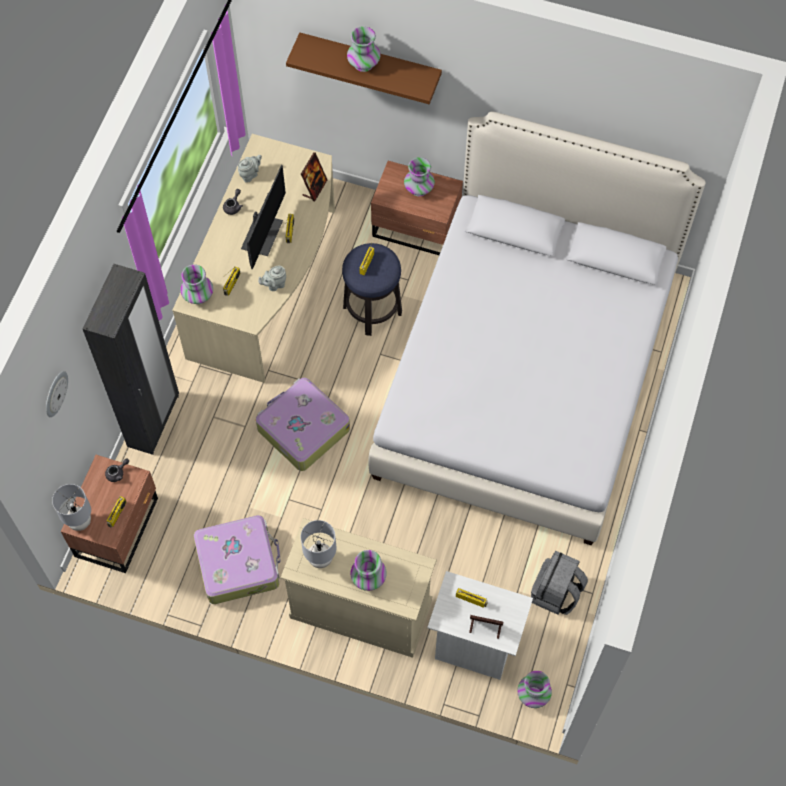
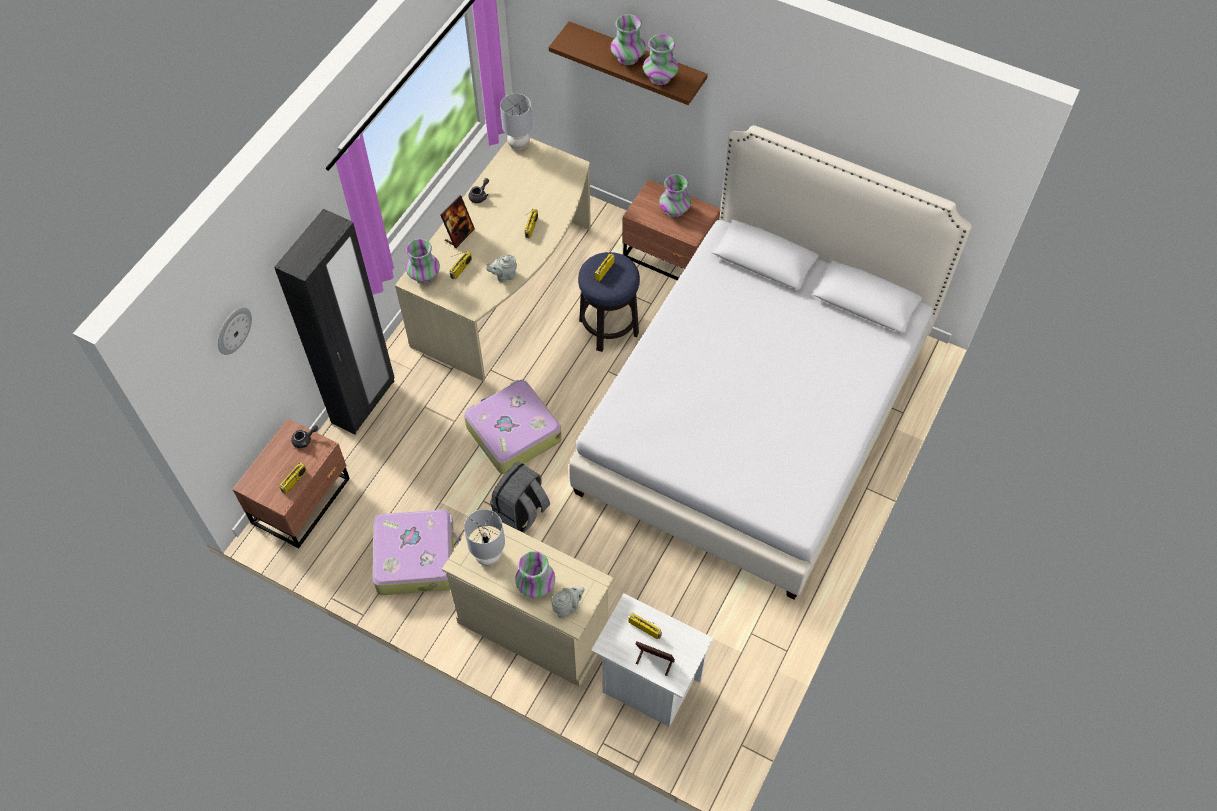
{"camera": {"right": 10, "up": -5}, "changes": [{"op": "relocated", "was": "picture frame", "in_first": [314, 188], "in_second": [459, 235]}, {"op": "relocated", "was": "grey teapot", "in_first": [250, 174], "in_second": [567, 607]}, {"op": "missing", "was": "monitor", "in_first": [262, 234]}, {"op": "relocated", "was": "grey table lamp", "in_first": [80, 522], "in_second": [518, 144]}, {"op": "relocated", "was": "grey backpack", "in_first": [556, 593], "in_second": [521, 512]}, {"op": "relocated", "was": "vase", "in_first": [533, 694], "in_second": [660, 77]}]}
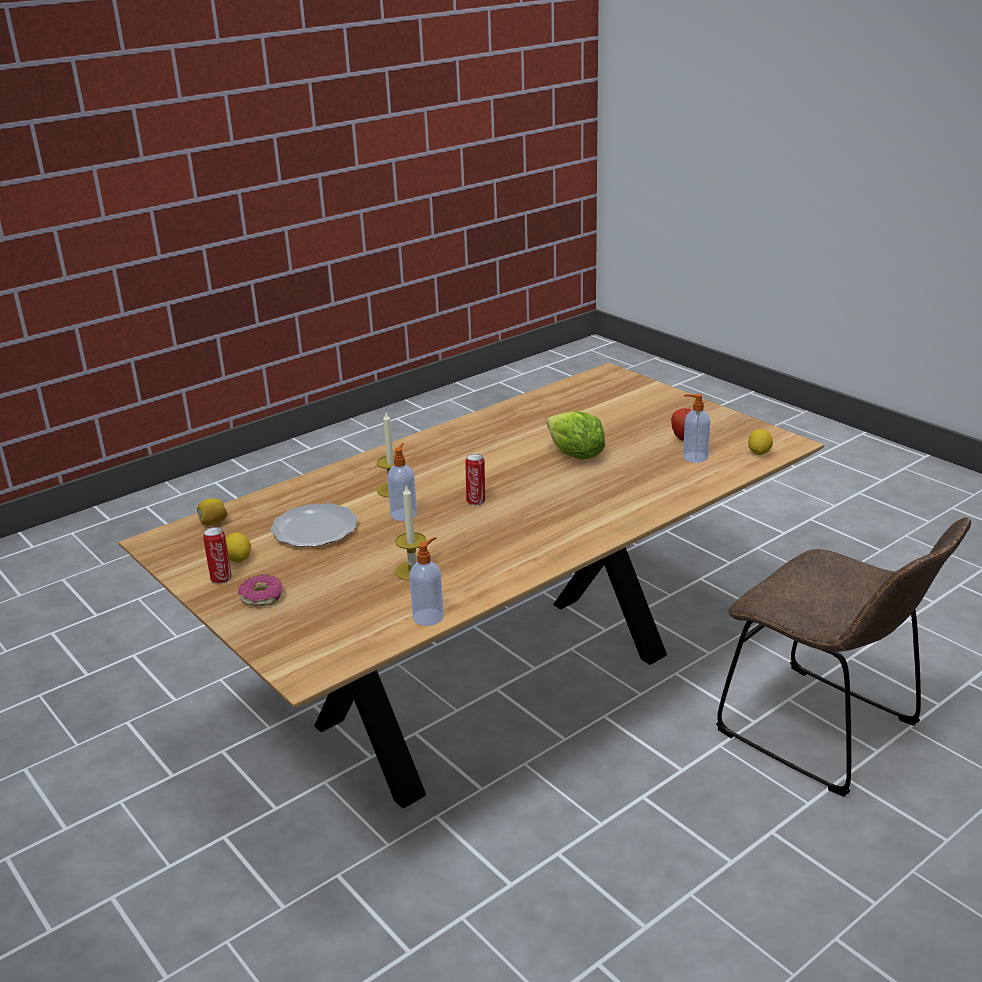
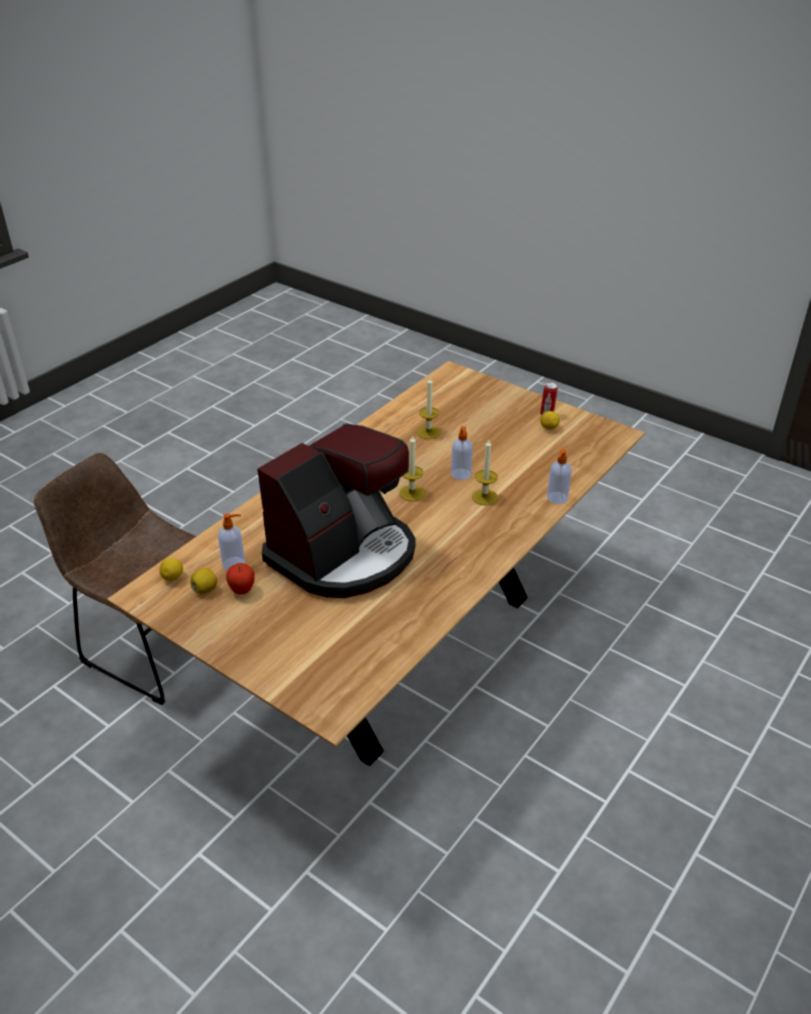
{"camera": {"right": 165, "up": 10}, "changes": [{"op": "exchanged", "was": "lettuce", "now": "coffee machine", "in_first": [575, 455], "in_second": [344, 554]}, {"op": "exchanged", "was": "can", "now": "candle", "in_first": [476, 501], "in_second": [412, 493]}, {"op": "relocated", "was": "lemon", "in_first": [213, 523], "in_second": [205, 589]}, {"op": "missing", "was": "plate", "in_first": [315, 529]}, {"op": "relocated", "was": "soap dispenser", "in_first": [429, 616], "in_second": [557, 498]}, {"op": "missing", "was": "donut", "in_first": [262, 597]}]}
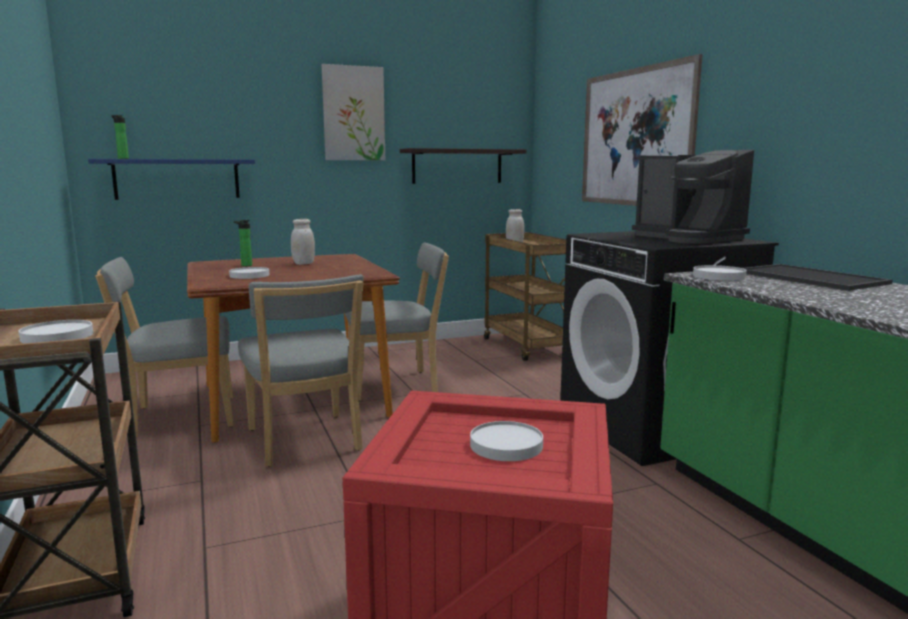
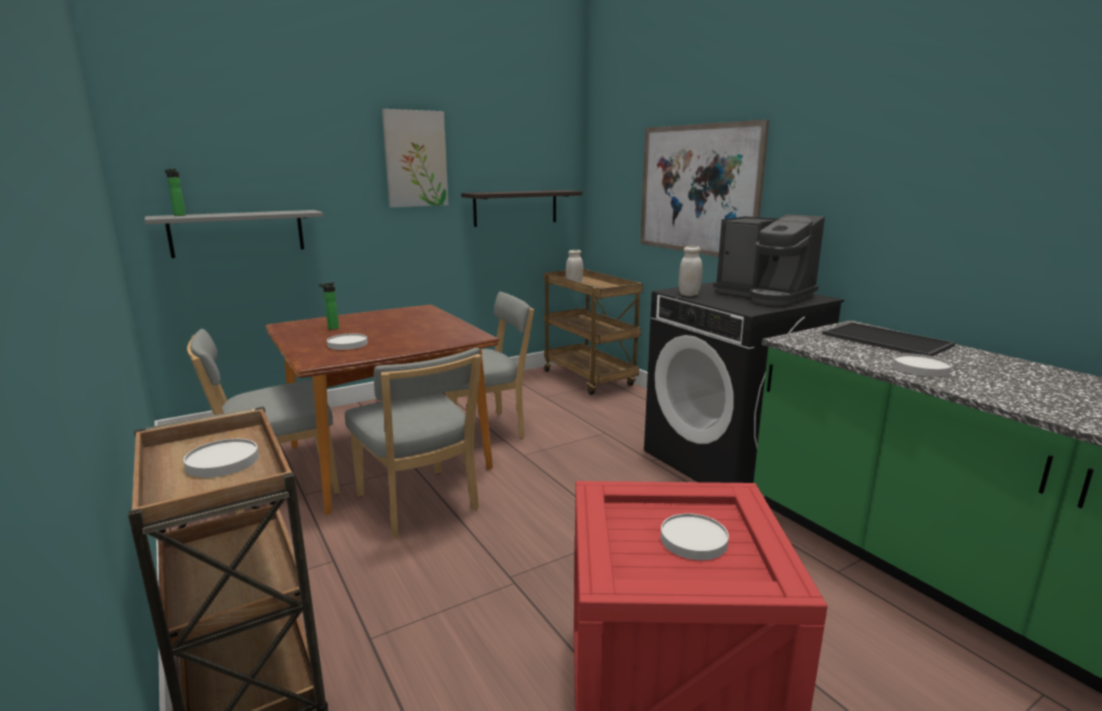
{"camera": {"right": -10, "up": 5}, "changes": [{"op": "colour", "was": "blue shelf", "now": "grey shelf", "in_first": [177, 179], "in_second": [237, 233]}, {"op": "relocated", "was": "white jar", "in_first": [303, 263], "in_second": [689, 294]}, {"op": "relocated", "was": "white plate", "in_first": [719, 276], "in_second": [921, 368]}]}
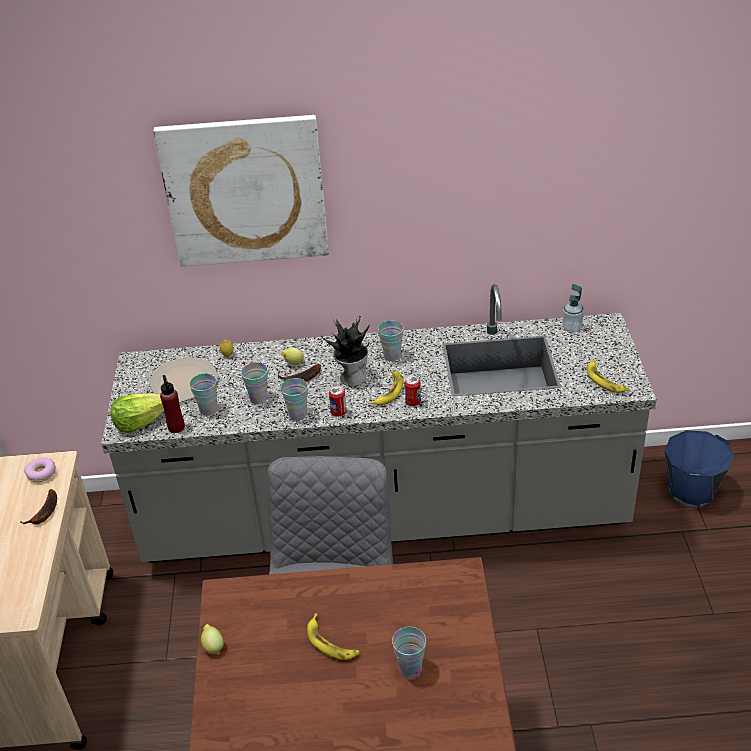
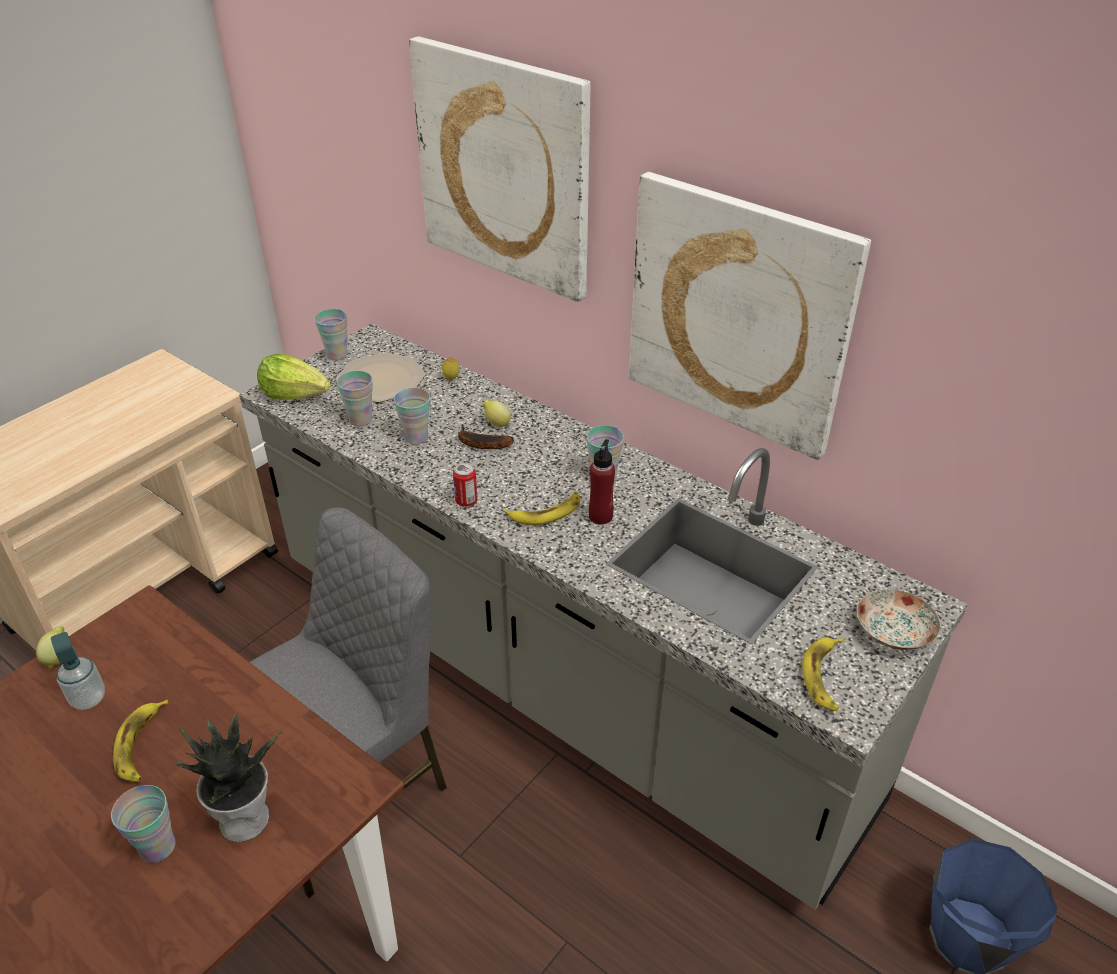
{"camera": {"right": 40, "up": 0}, "changes": [{"op": "relocated", "was": "soap dispenser", "in_first": [571, 328], "in_second": [88, 698]}, {"op": "relocated", "was": "potted plant", "in_first": [352, 377], "in_second": [245, 817]}, {"op": "relocated", "was": "red bottle", "in_first": [176, 427], "in_second": [600, 516]}, {"op": "missing", "was": "can", "in_first": [413, 402]}, {"op": "relocated", "was": "cup", "in_first": [297, 415], "in_second": [337, 355]}, {"op": "missing", "was": "donut", "in_first": [42, 474]}, {"op": "missing", "was": "banana", "in_first": [45, 513]}, {"op": "appeared", "now": "picture", "in_second": [738, 314]}, {"op": "appeared", "now": "plate", "in_second": [893, 632]}]}
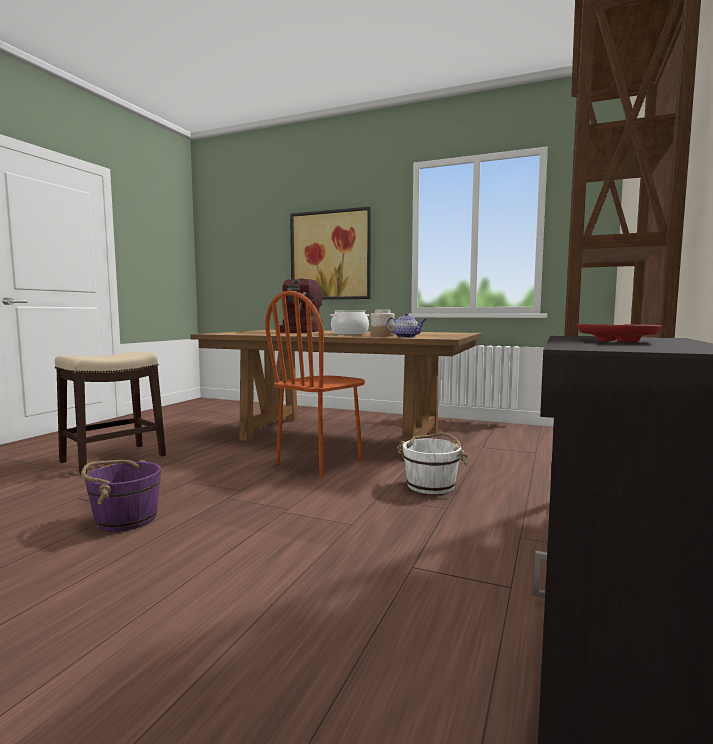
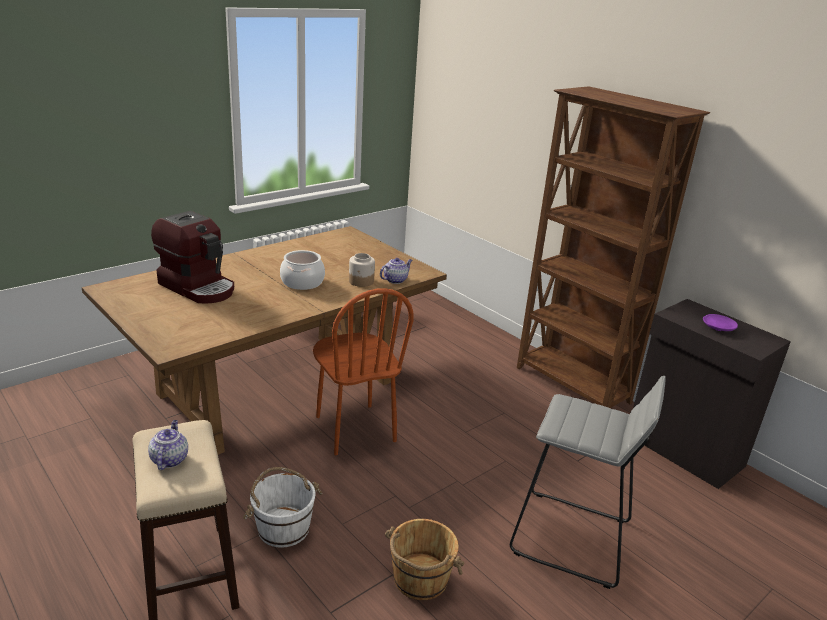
{"camera": {"right": -65, "up": 20}, "changes": [{"op": "missing", "was": "picture", "in_first": [330, 255]}, {"op": "colour", "was": "red plate", "now": "purple plate", "in_first": [617, 341], "in_second": [718, 327]}, {"op": "relocated", "was": "white bucket", "in_first": [431, 485], "in_second": [283, 527]}, {"op": "colour", "was": "purple bucket", "now": "brown bucket", "in_first": [125, 519], "in_second": [420, 579]}, {"op": "appeared", "now": "grey stool", "in_second": [571, 538]}, {"op": "appeared", "now": "teapot", "in_second": [169, 459]}]}
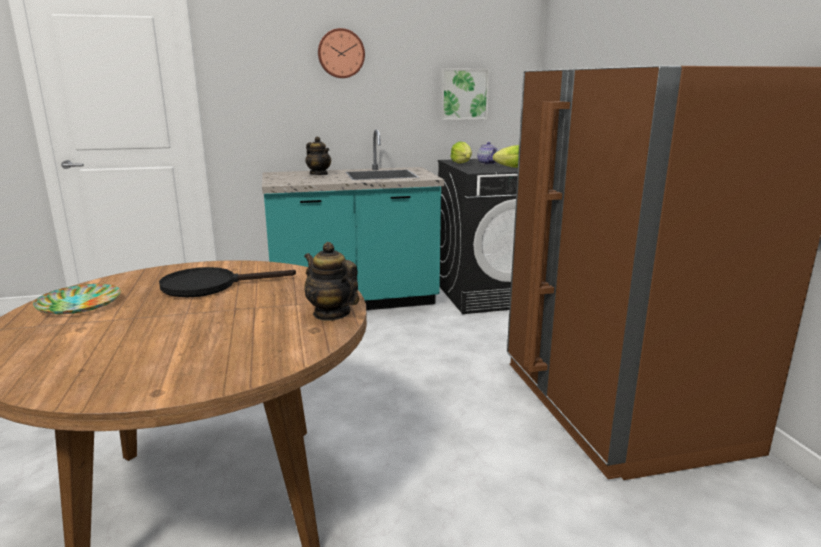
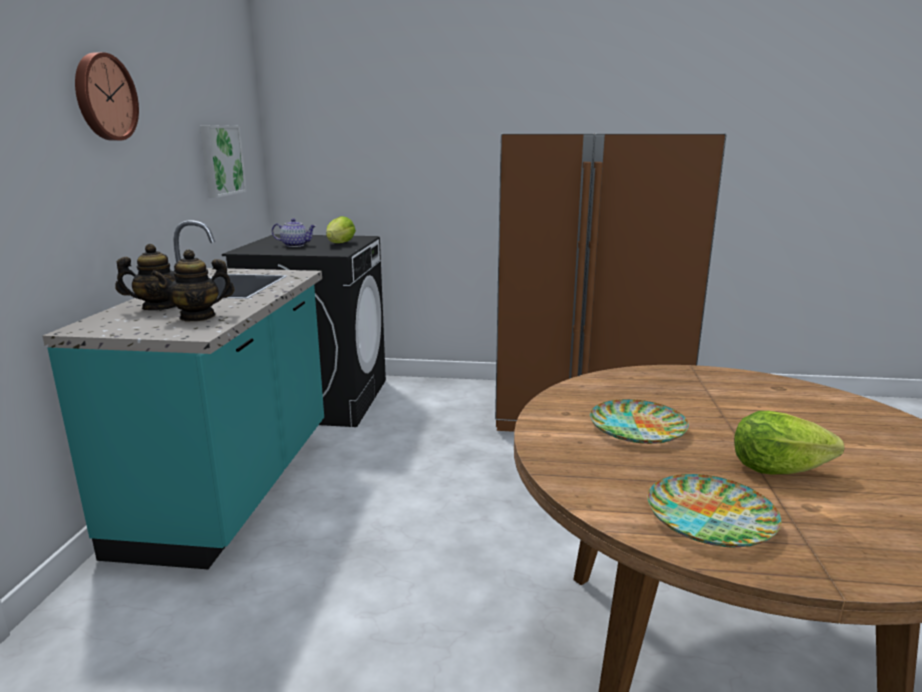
{"camera": {"right": -70, "up": 0}, "changes": [{"op": "relocated", "was": "lettuce", "in_first": [462, 163], "in_second": [776, 469]}, {"op": "relocated", "was": "teapot", "in_first": [331, 314], "in_second": [198, 316]}, {"op": "exchanged", "was": "black frying pan", "now": "plate", "in_first": [210, 286], "in_second": [636, 428]}]}
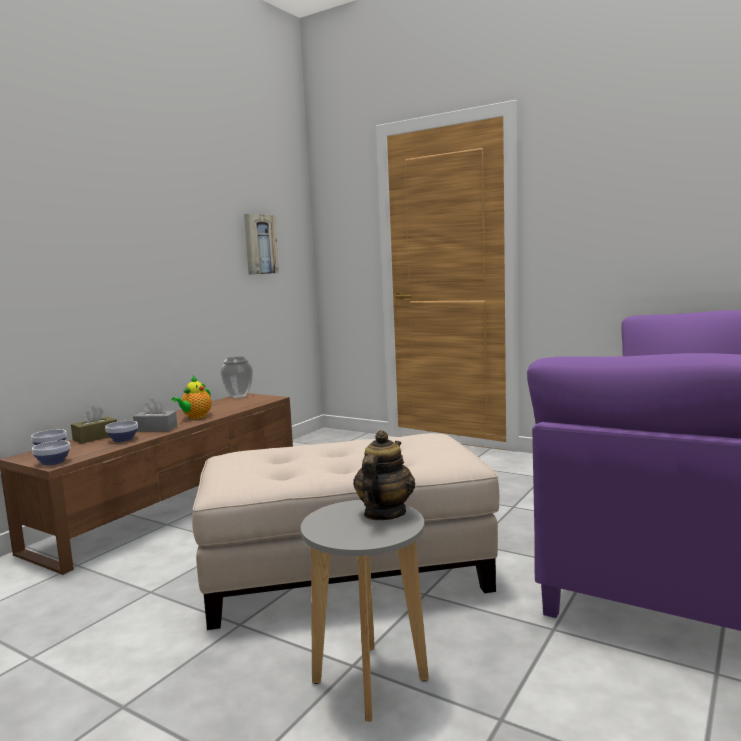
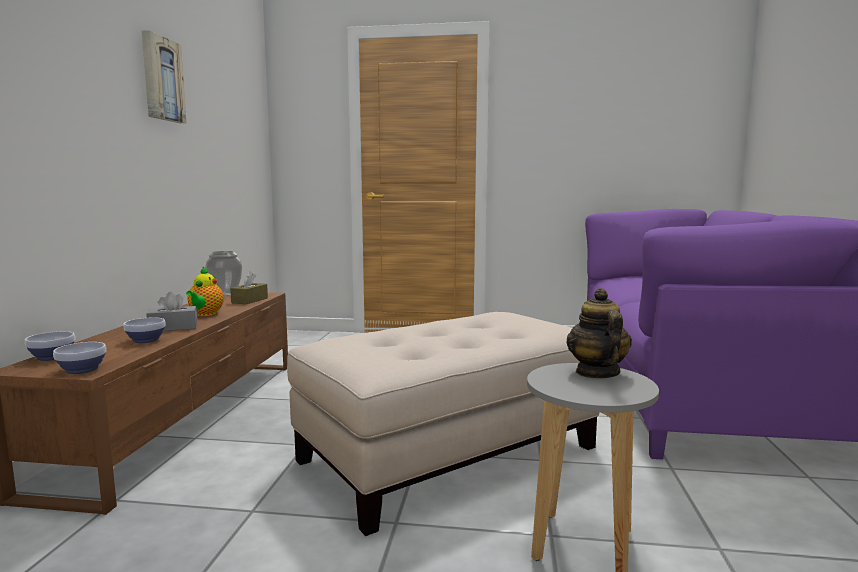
{"camera": {"right": -25, "up": 0}, "changes": [{"op": "relocated", "was": "picture", "in_first": [259, 244], "in_second": [161, 79]}, {"op": "relocated", "was": "brown tissue box", "in_first": [95, 437], "in_second": [249, 300]}]}
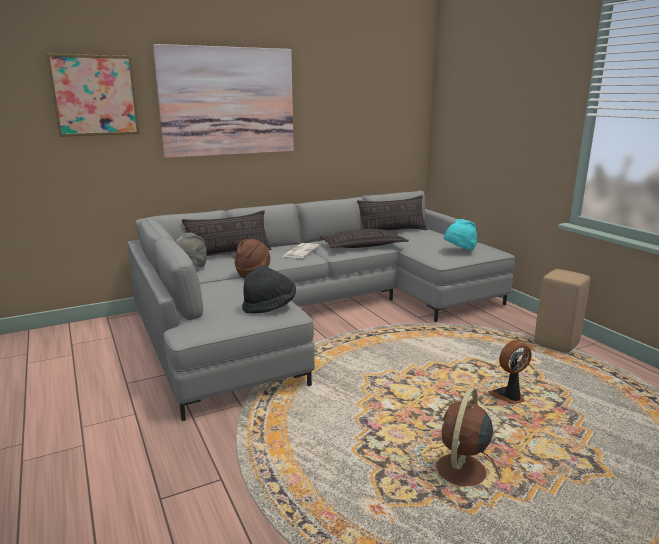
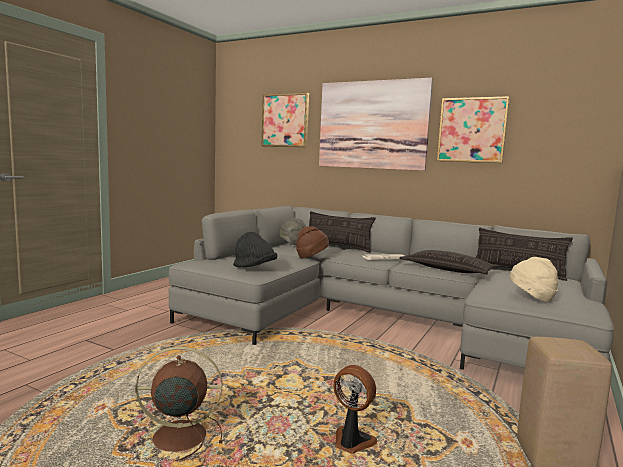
{"camera": {"right": 55, "up": -10}, "changes": [{"op": "colour", "was": "turquoise hat", "now": "beige hat", "in_first": [459, 251], "in_second": [531, 298]}, {"op": "appeared", "now": "picture", "in_second": [472, 130]}]}
